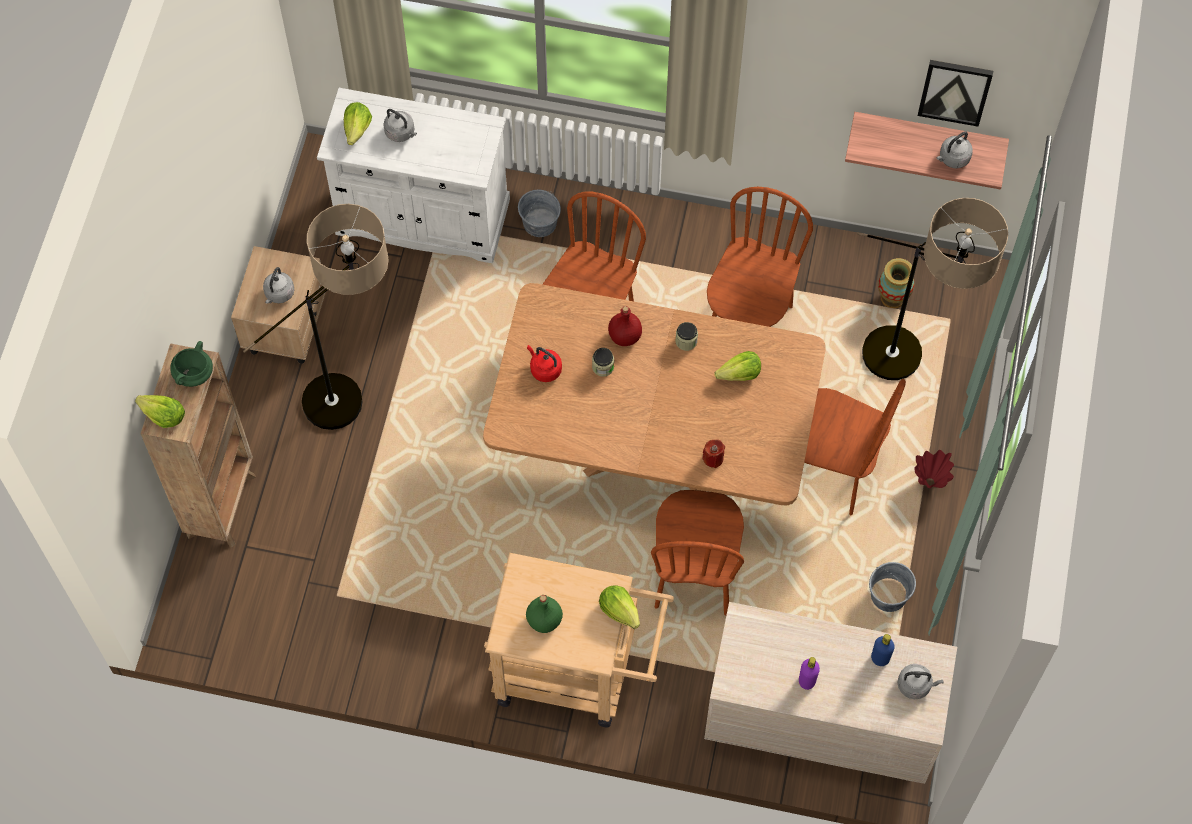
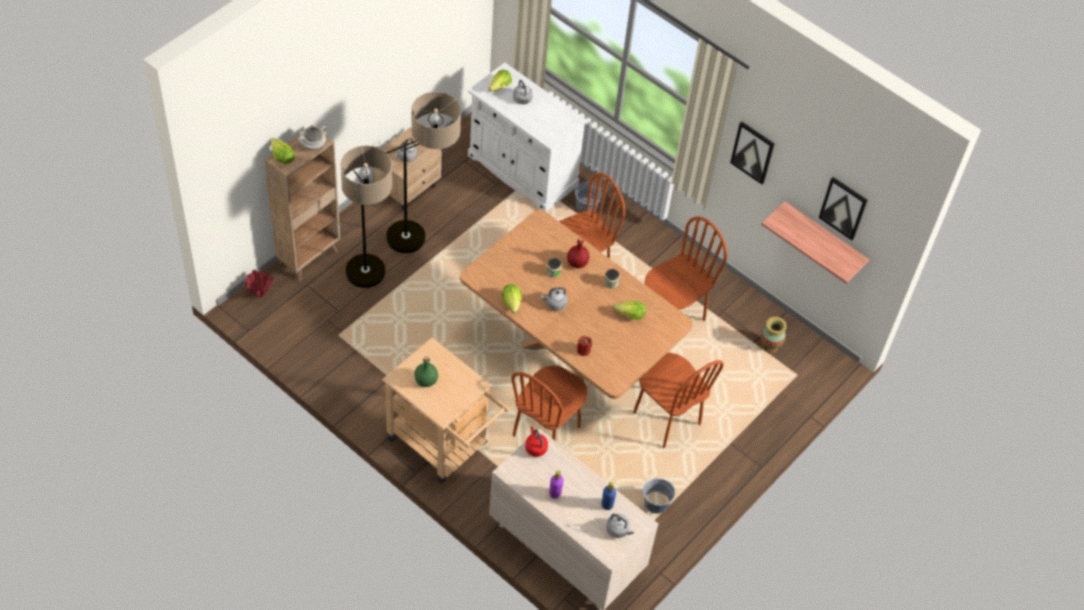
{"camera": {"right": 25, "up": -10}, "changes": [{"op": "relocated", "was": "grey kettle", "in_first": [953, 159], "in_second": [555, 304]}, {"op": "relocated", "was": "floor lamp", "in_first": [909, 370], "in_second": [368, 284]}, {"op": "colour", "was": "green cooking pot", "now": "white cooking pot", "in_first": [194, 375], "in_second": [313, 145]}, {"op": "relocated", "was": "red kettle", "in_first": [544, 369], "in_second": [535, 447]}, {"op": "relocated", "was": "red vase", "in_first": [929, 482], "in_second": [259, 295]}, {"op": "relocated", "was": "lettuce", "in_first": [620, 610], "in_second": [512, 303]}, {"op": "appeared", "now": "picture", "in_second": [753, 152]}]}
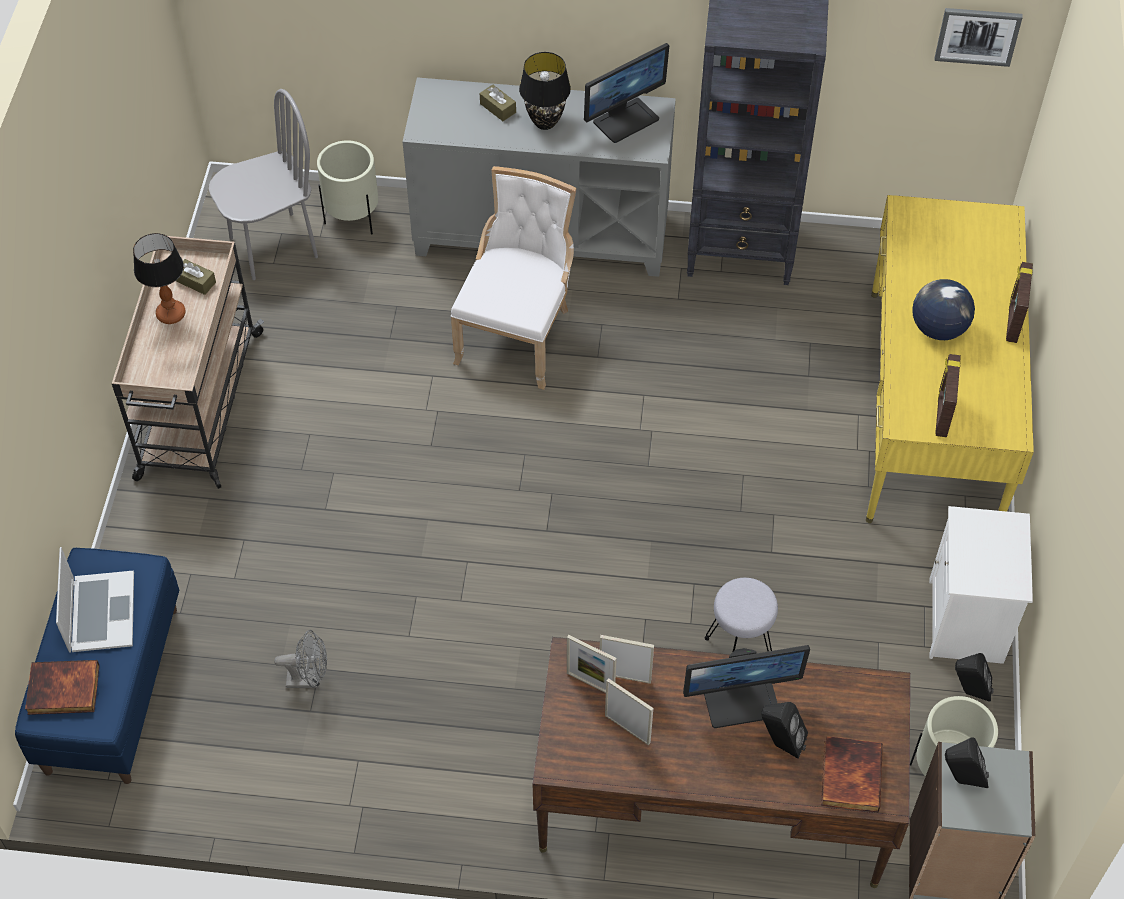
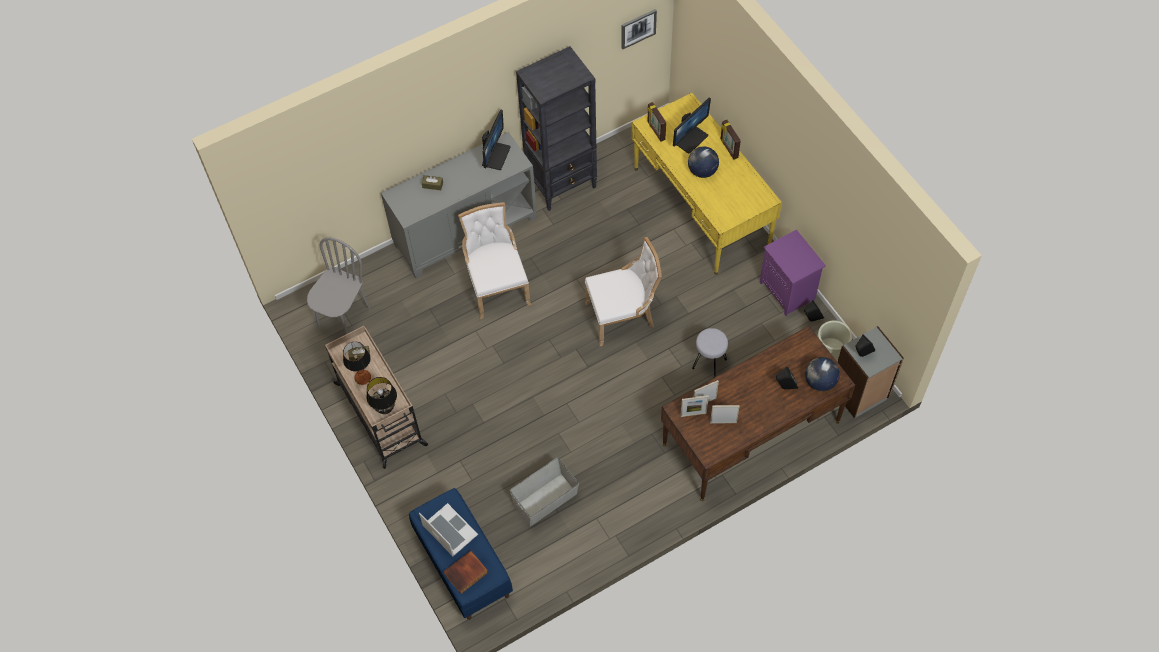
{"camera": {"right": -35, "up": 5}, "changes": [{"op": "relocated", "was": "black table lamp", "in_first": [545, 123], "in_second": [386, 408]}, {"op": "missing", "was": "beige planter", "in_first": [353, 218]}, {"op": "relocated", "was": "picture frame", "in_first": [941, 413], "in_second": [655, 131]}, {"op": "colour", "was": "white nightstand", "now": "purple nightstand", "in_first": [967, 623], "in_second": [788, 291]}, {"op": "exchanged", "was": "grey fan", "now": "grey storage box", "in_first": [309, 679], "in_second": [545, 499]}, {"op": "relocated", "was": "monitor", "in_first": [741, 701], "in_second": [690, 138]}, {"op": "exchanged", "was": "book", "now": "globe", "in_first": [849, 775], "in_second": [819, 382]}, {"op": "appeared", "now": "white chair", "in_second": [623, 316]}]}
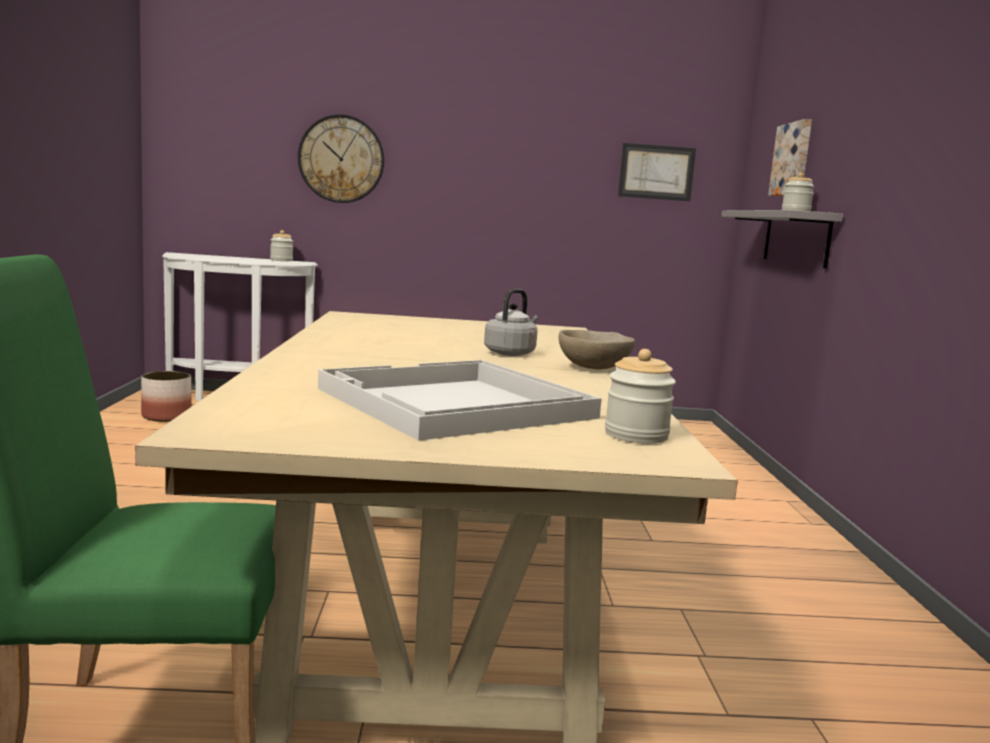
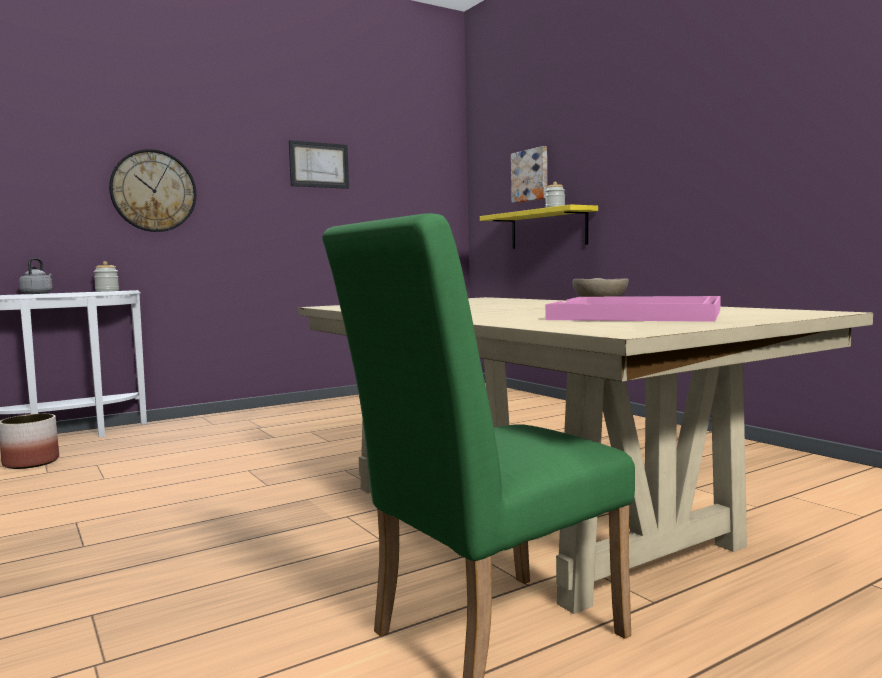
{"camera": {"right": -30, "up": -5}, "changes": [{"op": "relocated", "was": "picture", "in_first": [656, 172], "in_second": [319, 165]}, {"op": "colour", "was": "grey shelf", "now": "yellow shelf", "in_first": [796, 238], "in_second": [548, 229]}, {"op": "relocated", "was": "grey kettle", "in_first": [511, 353], "in_second": [37, 293]}, {"op": "missing", "was": "jar", "in_first": [636, 435]}, {"op": "colour", "was": "white tray", "now": "pink tray", "in_first": [454, 404], "in_second": [639, 315]}]}
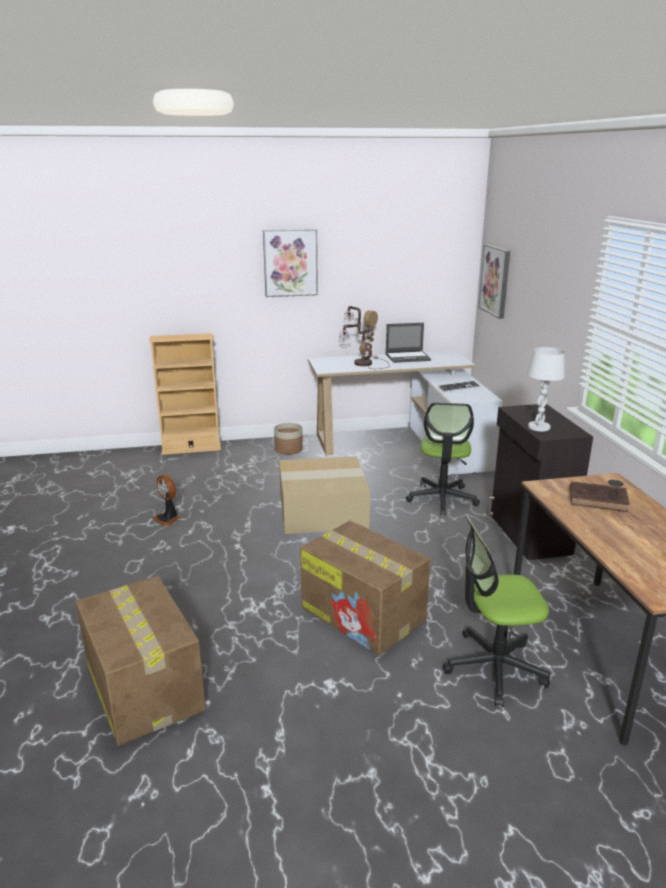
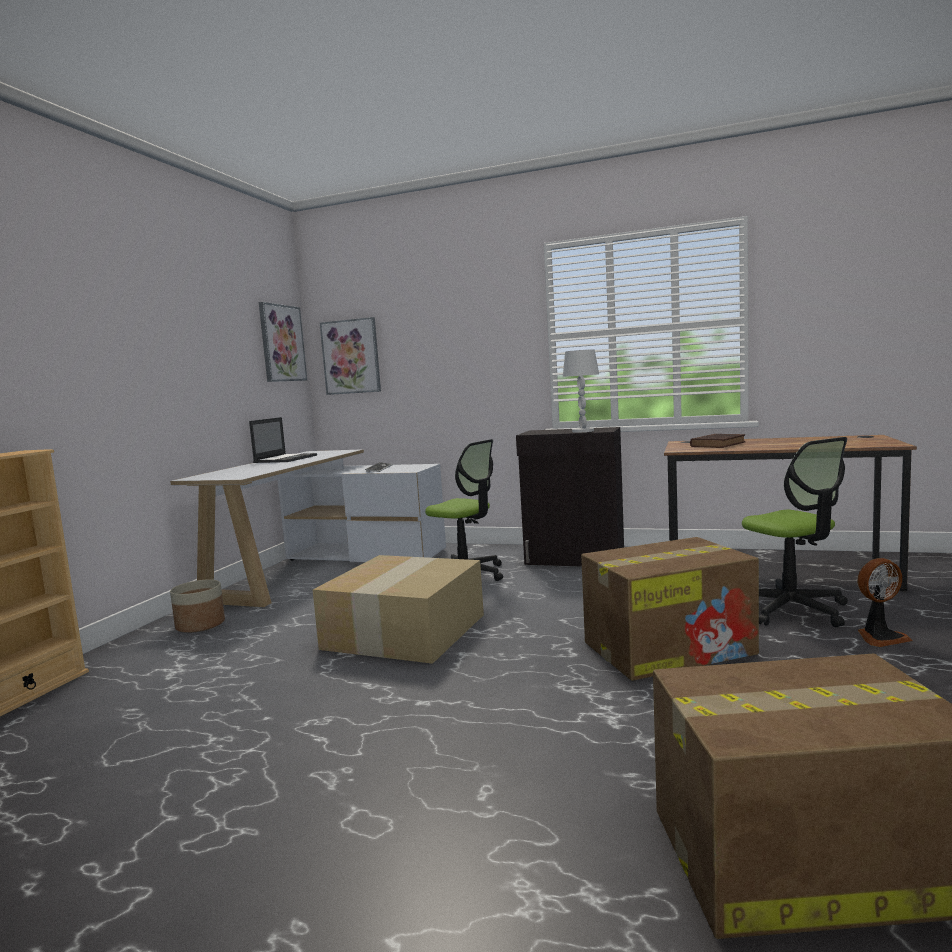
{"camera": {"right": -60, "up": -15}, "changes": [{"op": "relocated", "was": "picture", "in_first": [290, 263], "in_second": [282, 343]}, {"op": "missing", "was": "table lamp", "in_first": [361, 364]}, {"op": "relocated", "was": "fan", "in_first": [168, 518], "in_second": [880, 637]}, {"op": "spun", "was": "office chair", "in_first": [494, 667], "in_second": [792, 609], "clockwise": -45}]}
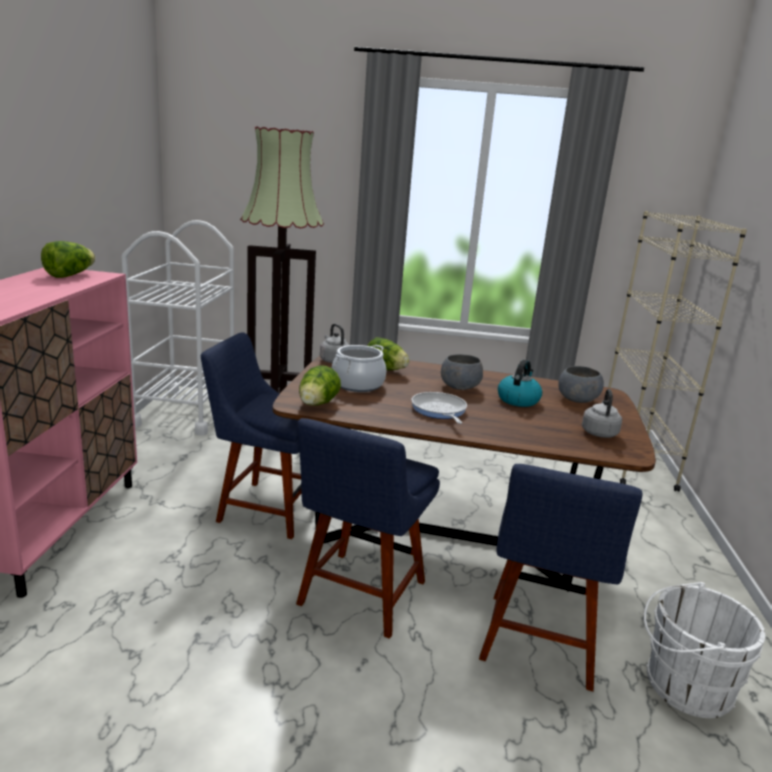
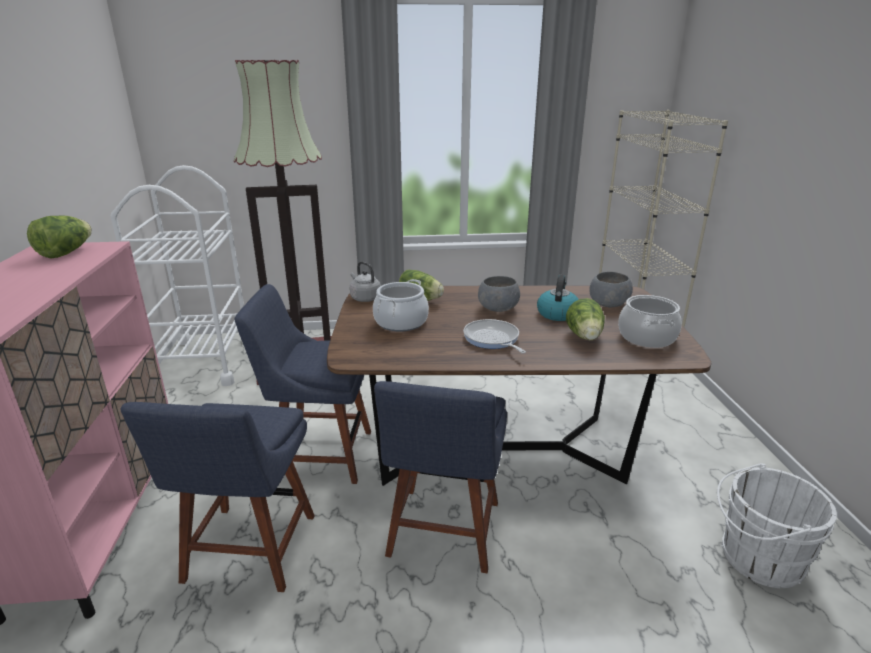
{"camera": {"right": -10, "up": 5}, "changes": [{"op": "relocated", "was": "lettuce", "in_first": [317, 404], "in_second": [585, 337]}, {"op": "exchanged", "was": "grey kettle", "now": "cooking pot", "in_first": [599, 432], "in_second": [646, 337]}, {"op": "relocated", "was": "blue chair", "in_first": [538, 644], "in_second": [248, 553]}]}
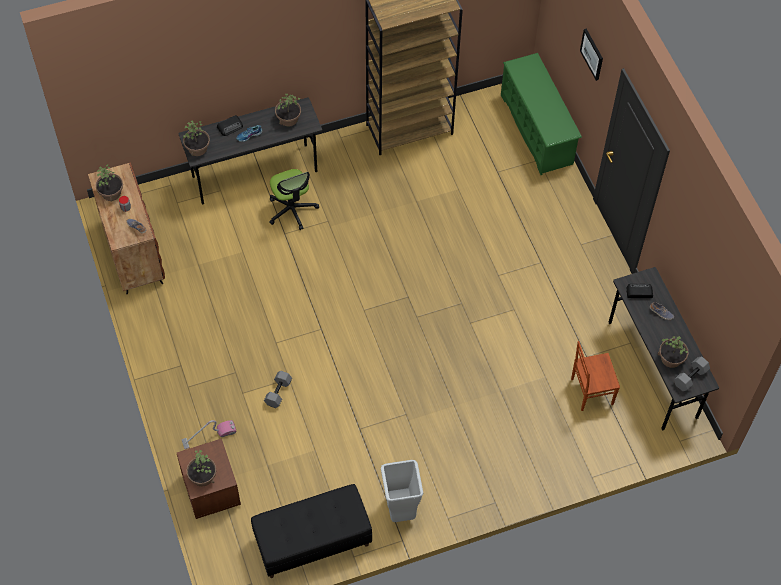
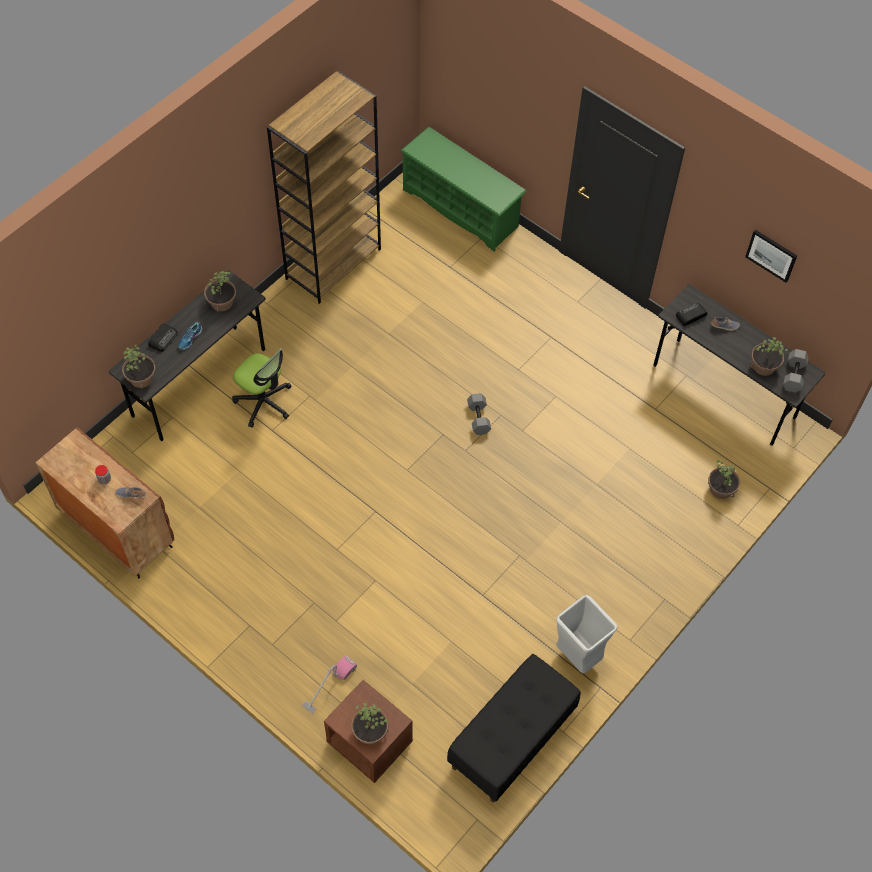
{"camera": {"right": -30, "up": 0}, "changes": [{"op": "relocated", "was": "picture", "in_first": [592, 54], "in_second": [771, 255]}, {"op": "relocated", "was": "potted plant", "in_first": [111, 193], "in_second": [721, 489]}, {"op": "missing", "was": "brown chair", "in_first": [591, 391]}, {"op": "relocated", "was": "grey dumbbell", "in_first": [278, 393], "in_second": [479, 418]}]}
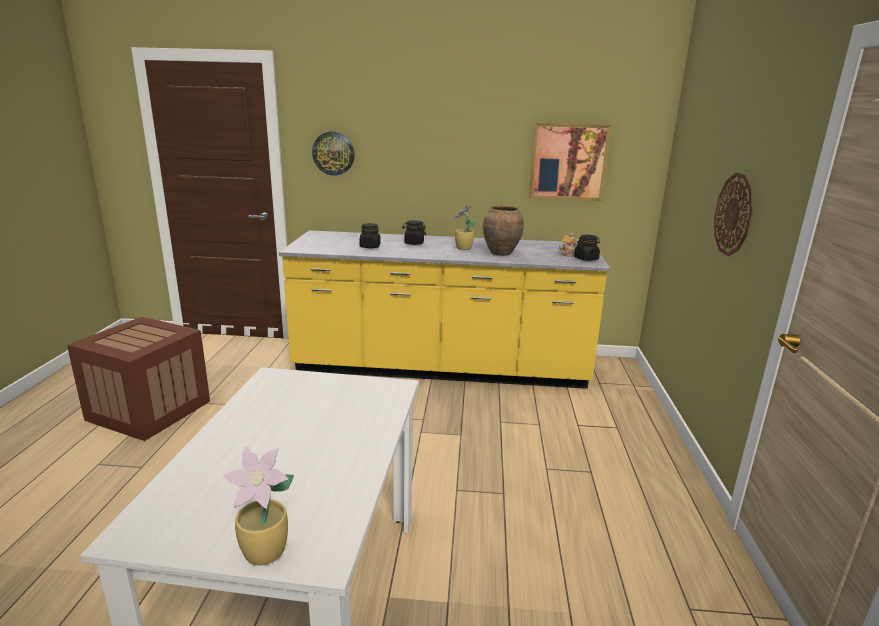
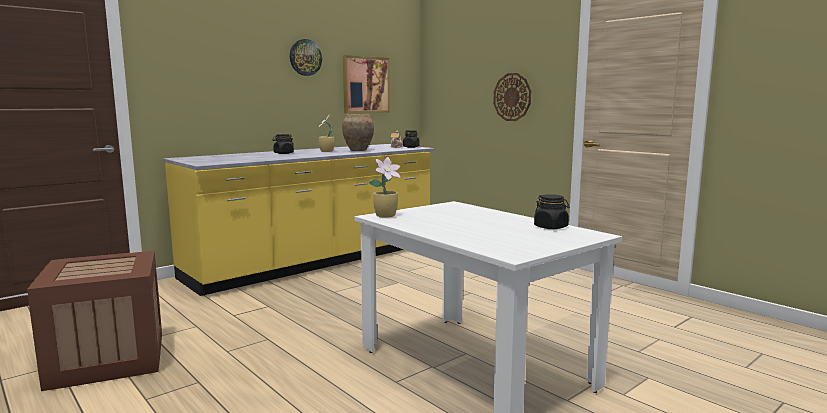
{"camera": {"right": -45, "up": -10}, "changes": [{"op": "relocated", "was": "wall clock", "in_first": [333, 153], "in_second": [305, 57]}, {"op": "relocated", "was": "black jar", "in_first": [370, 247], "in_second": [551, 227]}, {"op": "relocated", "was": "potted plant", "in_first": [266, 553], "in_second": [386, 215]}]}
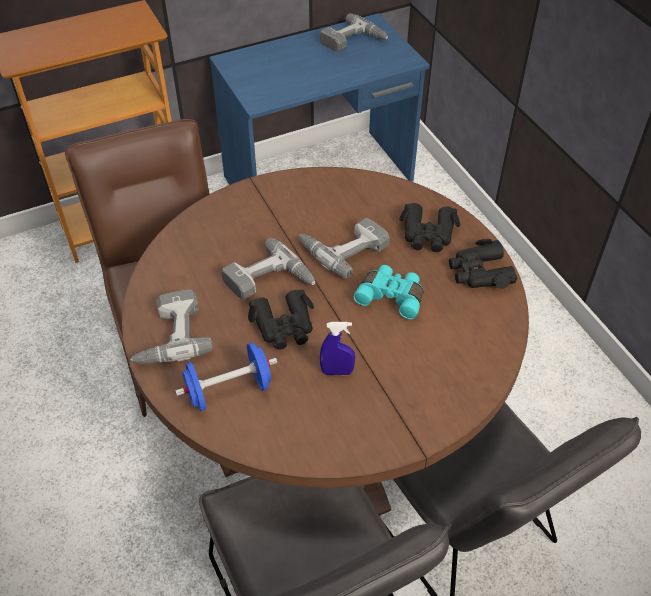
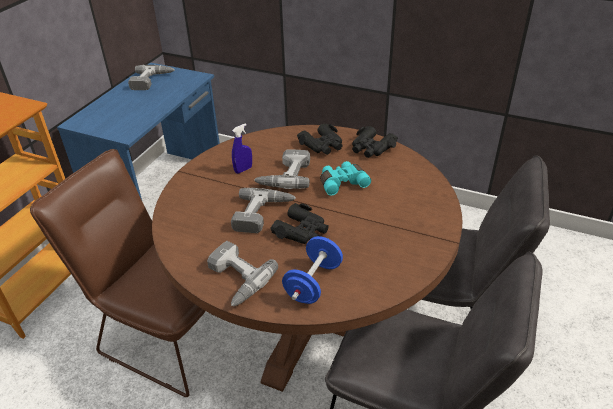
{"camera": {"right": -40, "up": -10}, "changes": [{"op": "relocated", "was": "blue spray bottle", "in_first": [337, 372], "in_second": [243, 169]}]}
